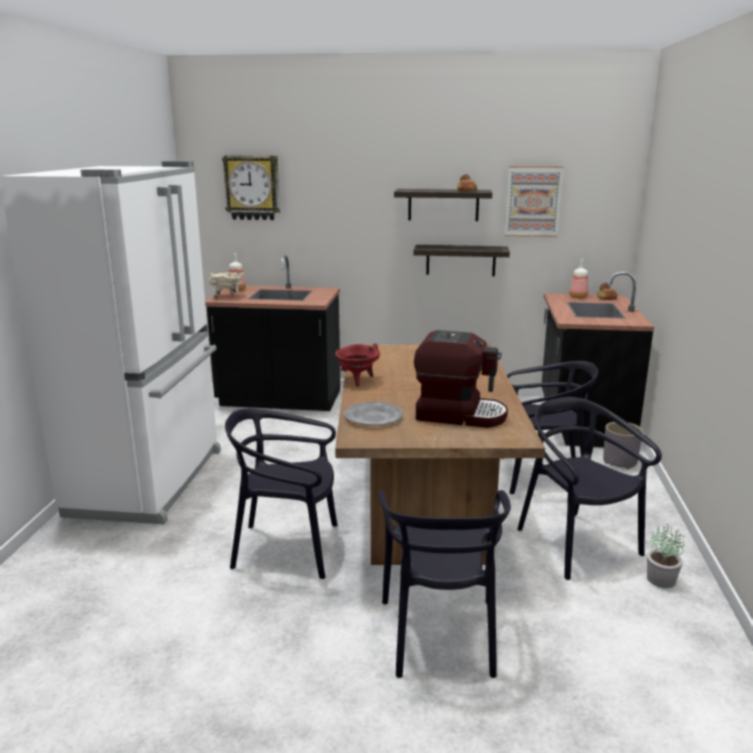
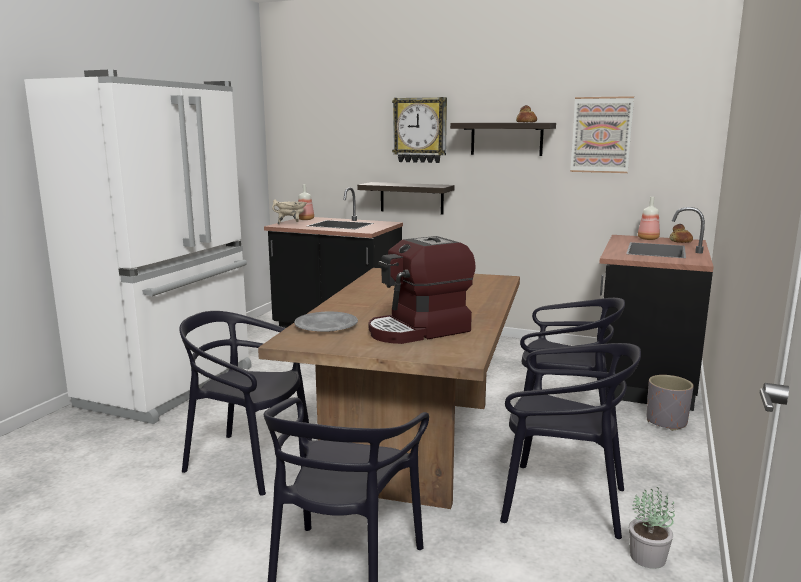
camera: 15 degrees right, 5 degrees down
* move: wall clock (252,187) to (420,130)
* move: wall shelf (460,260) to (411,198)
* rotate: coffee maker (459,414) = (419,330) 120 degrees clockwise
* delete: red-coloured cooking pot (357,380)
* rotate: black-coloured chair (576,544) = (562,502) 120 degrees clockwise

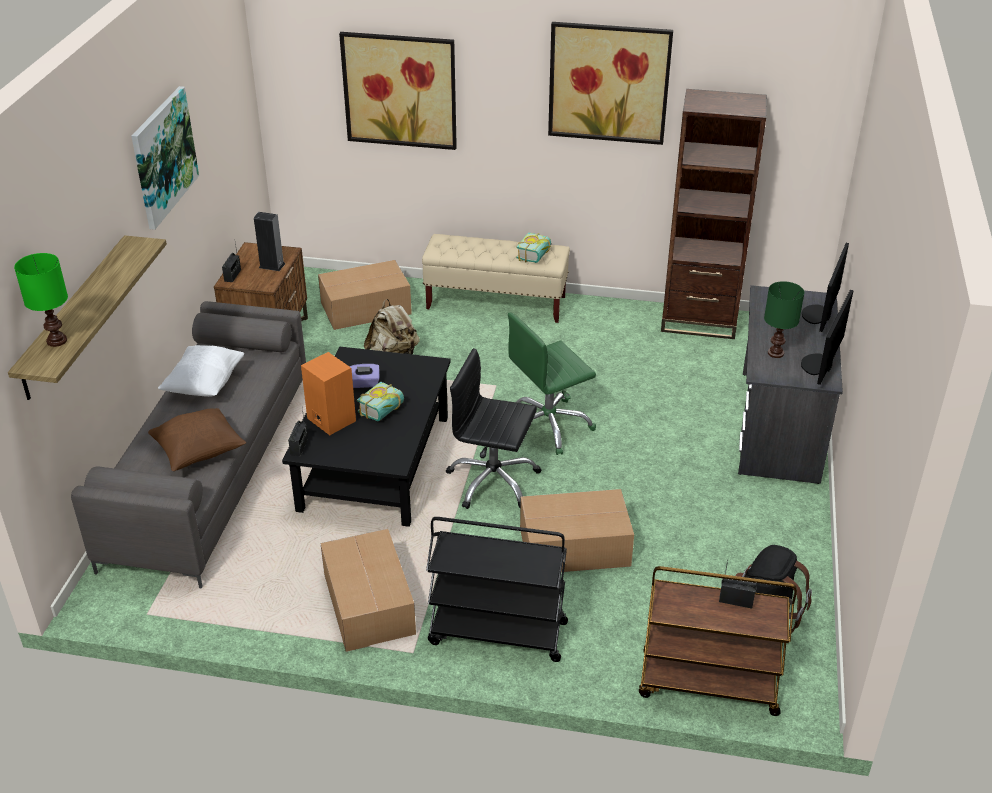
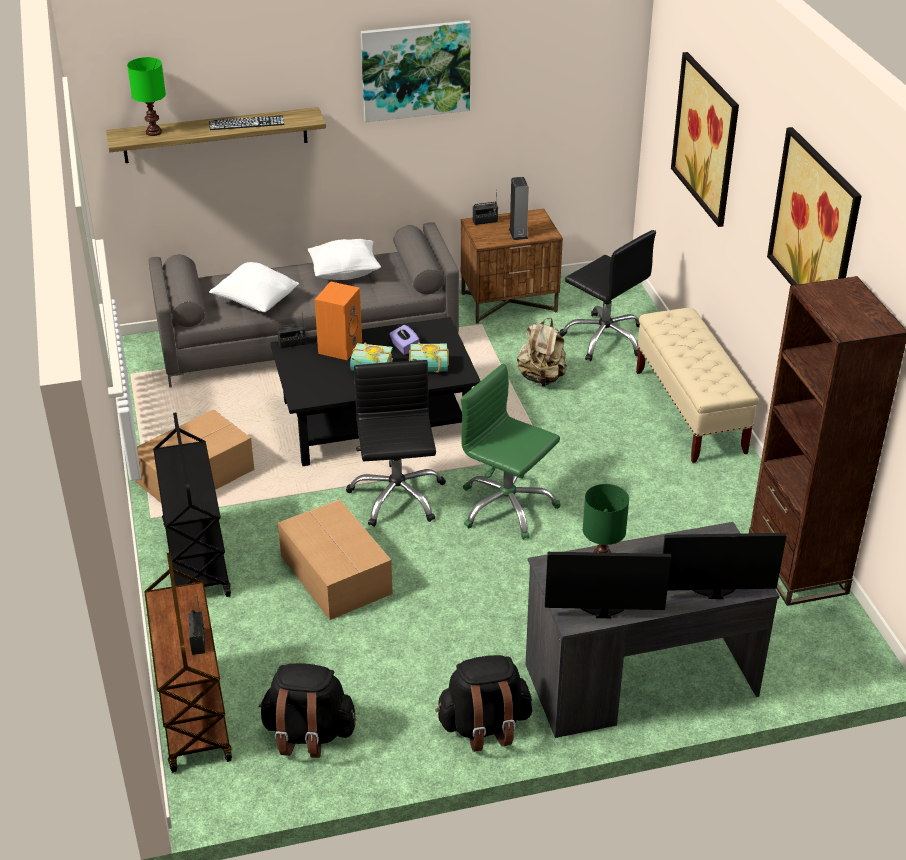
camera: 65 degrees right, 0 degrees up
* move: bound book (537,256) to (428,369)
* replace: cardboard box (367,308) to black-coloured desk chair (605,338)
* recolor: brown-coloured pillow (198,453) to white-coloured pillow (256,302)
* insert: computer keyboard (246,123)
* insert: black-coloured rucksack (484,726)

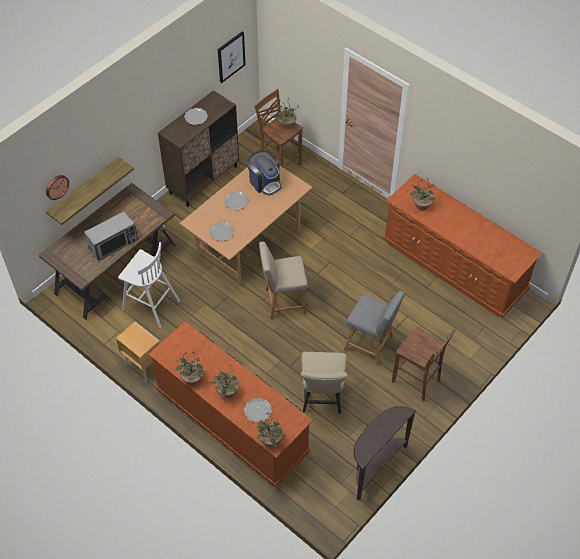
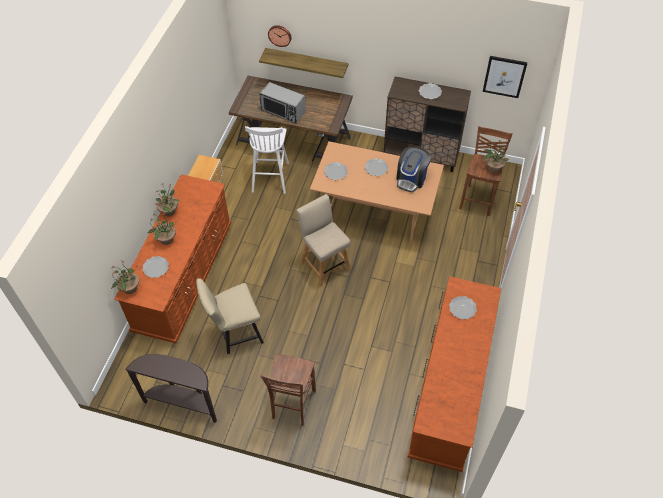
camera: 65 degrees right, 0 degrees up
* replace: potted plant (421,205) to dinner plate (462,308)
* delete: greyish chair (371,344)

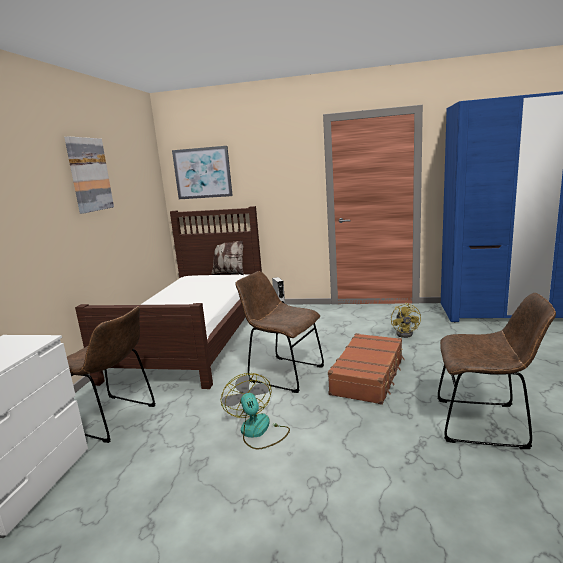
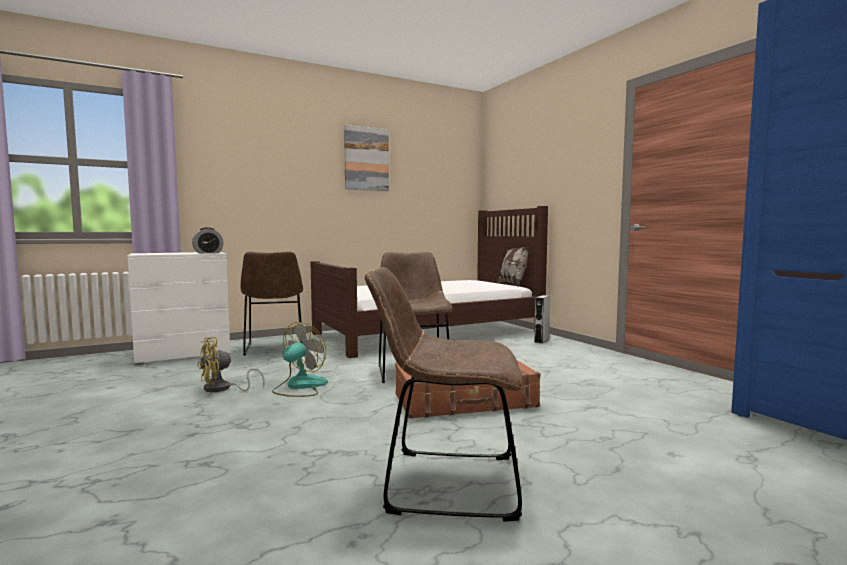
camera: 50 degrees right, 10 degrees down
* delete: wall picture (202,173)
* rotate: brown-coloured chair (486,423) = (444,483) 120 degrees clockwise
* move: yellow-coloured electric fan (406,333) to (222,389)
* insert: table clock (208,253)

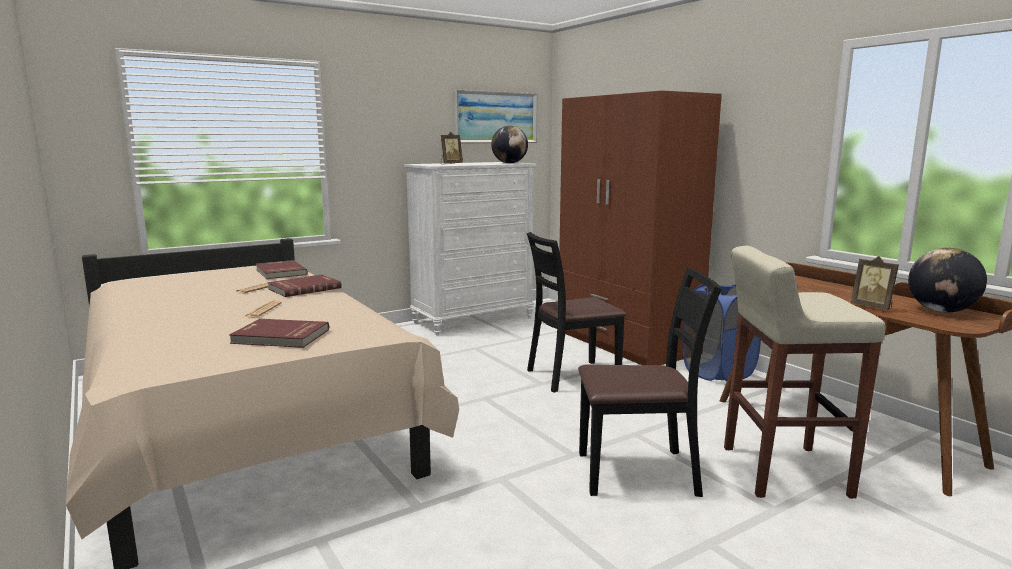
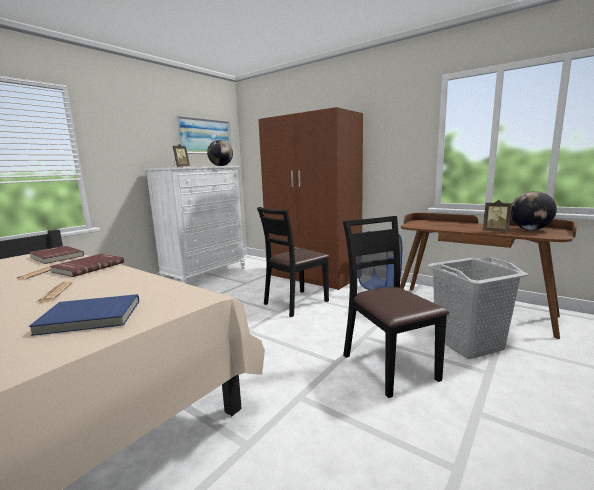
camera: 20 degrees left, 0 degrees up
* replace: sand-coloured stool seat (782,471) to greyish washing basket (467,343)
* rotate: black-coloured chair (639,473) = (389,366) 90 degrees counterclockwise
* recolor: red-coloured bound book (280,337) to blue-coloured bound book (90,317)

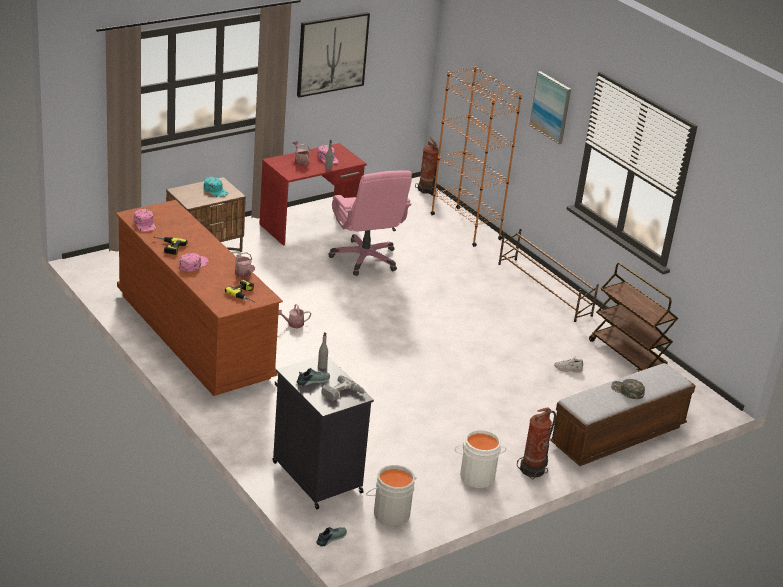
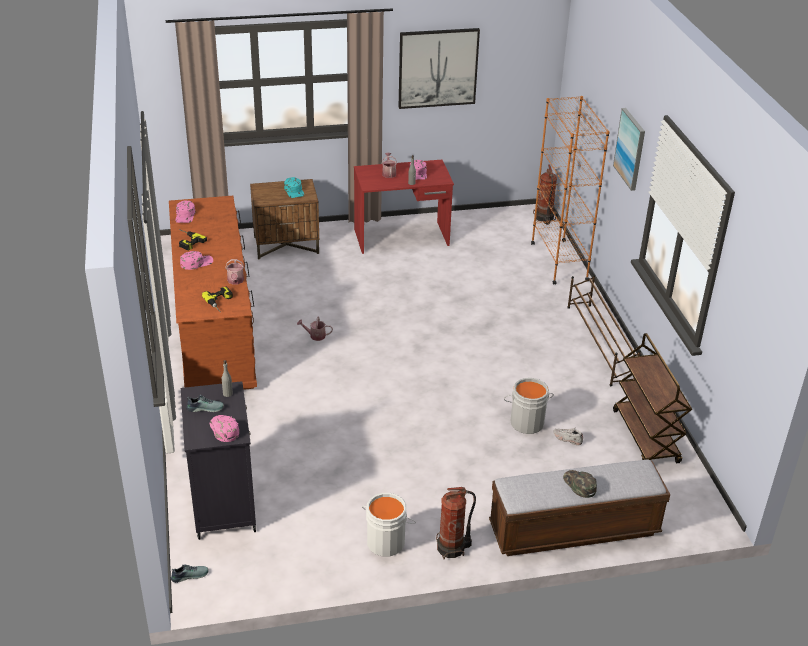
camera: 25 degrees right, 5 degrees up
* delete: pink desk chair (365,259)
* replace: power drill (343,394) to pink peaked cap (224,429)
* move: greyish water bucket (390,513) to (526,422)

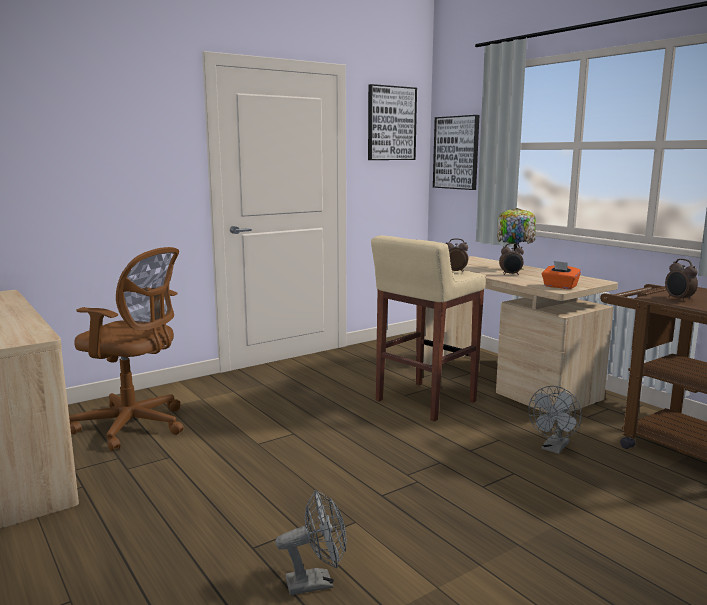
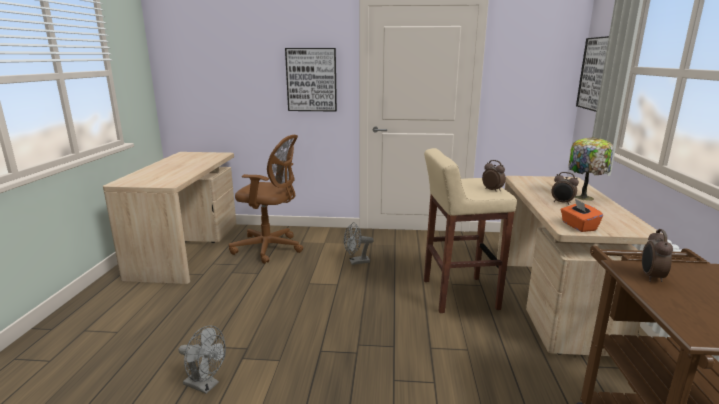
camera: 40 degrees right, 5 degrees up
* move: wall picture (391,123) to (311,80)
* rotate: brown-coloured desk chair (135,426) = (270,248) 45 degrees counterclockwise
* move: greyish electric fan (554,448) to (356,262)

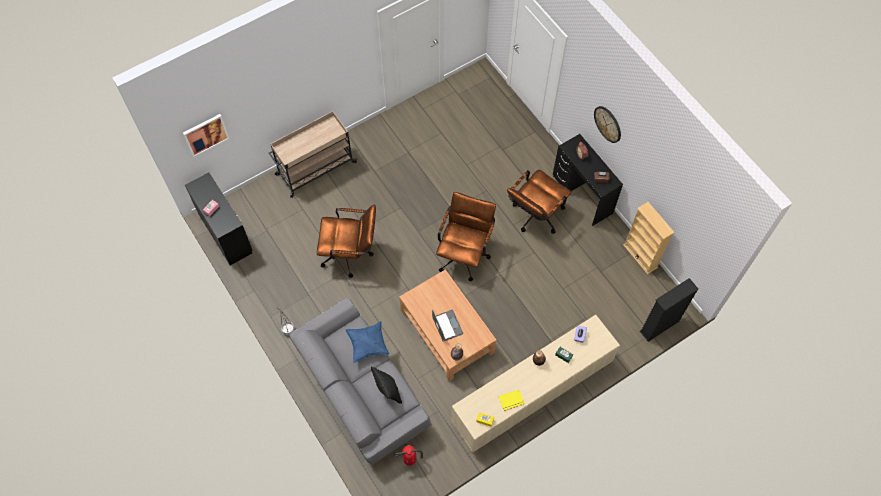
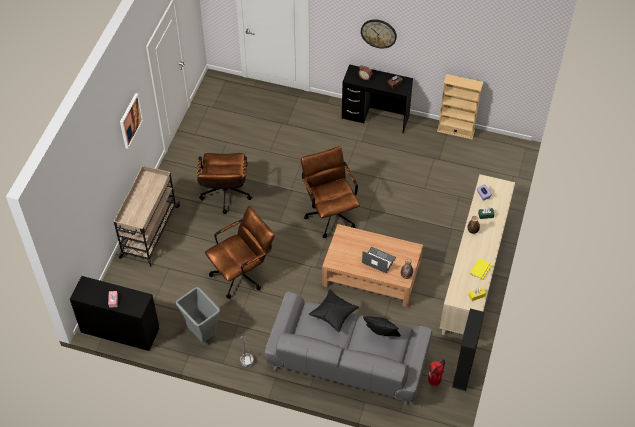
camera: 40 degrees left, 10 degrees down
* move: wall picture (205,134) to (130,120)
* move: brown-coloured desk chair (534,216) to (225,197)
* move: black-coloured bookcase (659,326) to (463,371)
* recolor: blue-coloured pillow (368,345) to black-coloured pillow (333,315)
* insert: greyish waste bin (201,334)

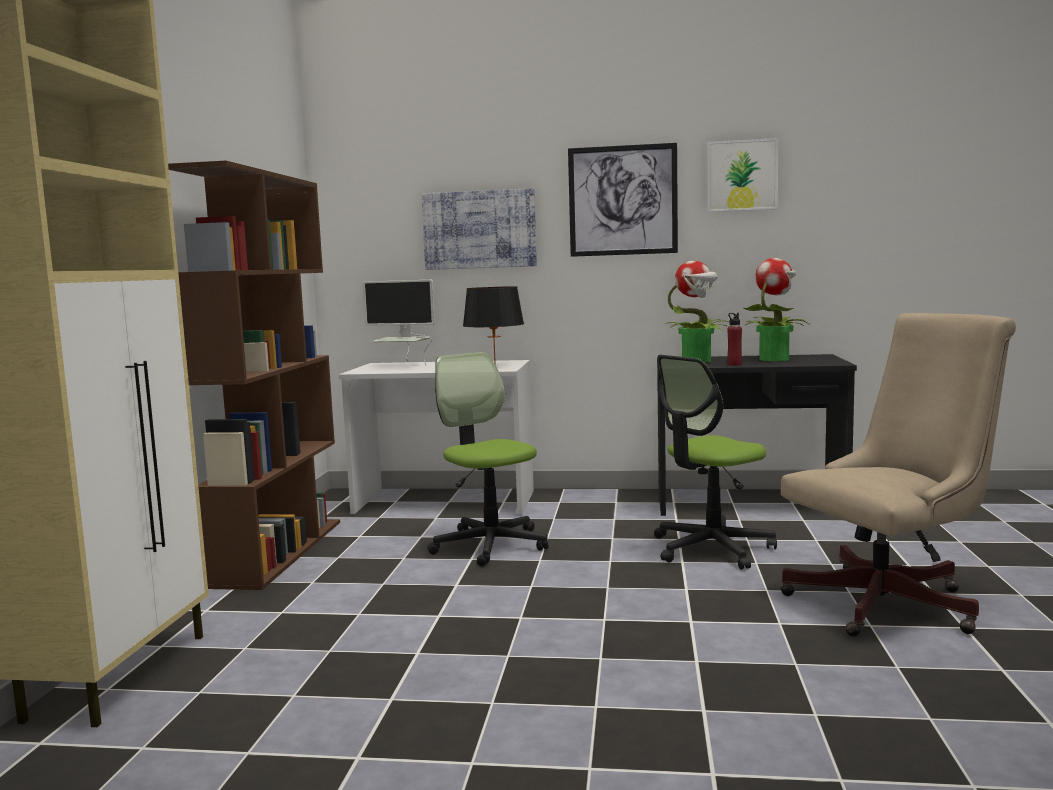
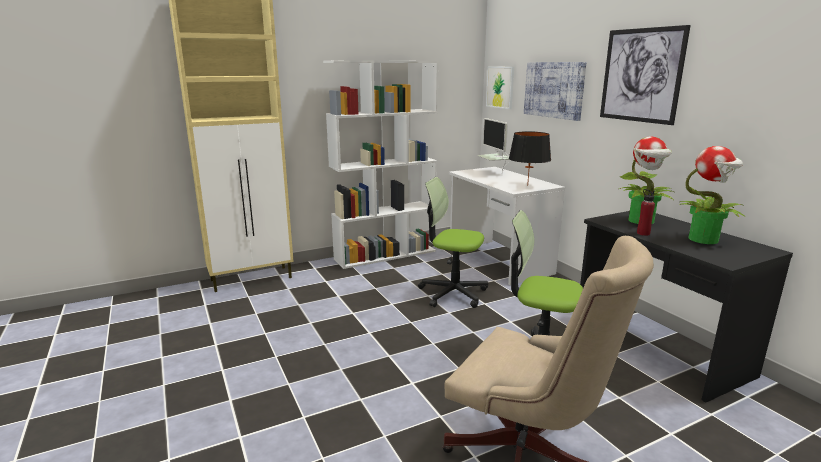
camera: 55 degrees right, 10 degrees up
* move: wall picture (742,175) to (500,87)
* recolor: brown-coloured bookcase (278,551) to white-coloured bookcase (385,255)
* rotate: desk chair (490,545) = (453,293) 90 degrees counterclockwise

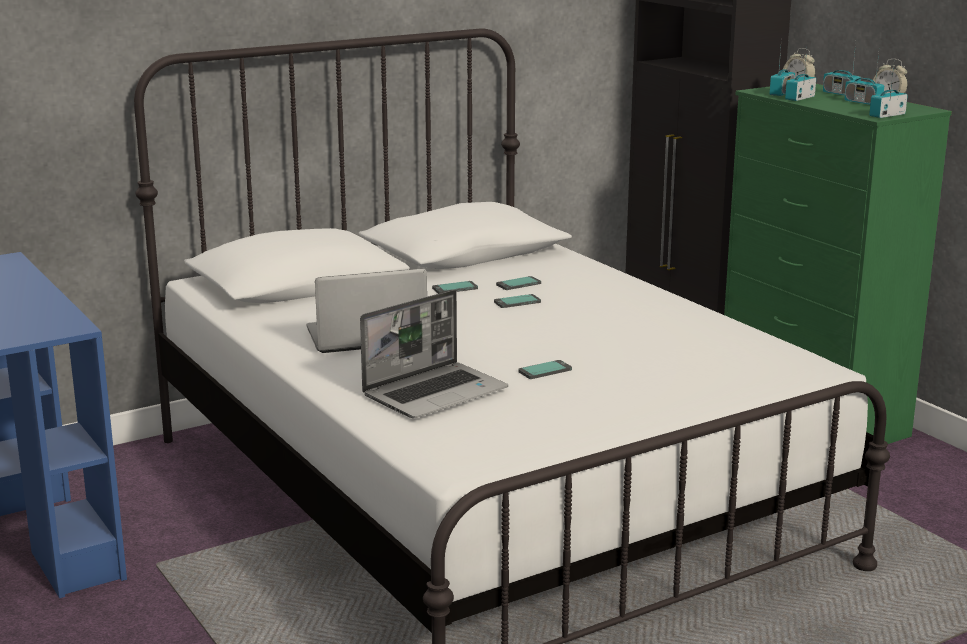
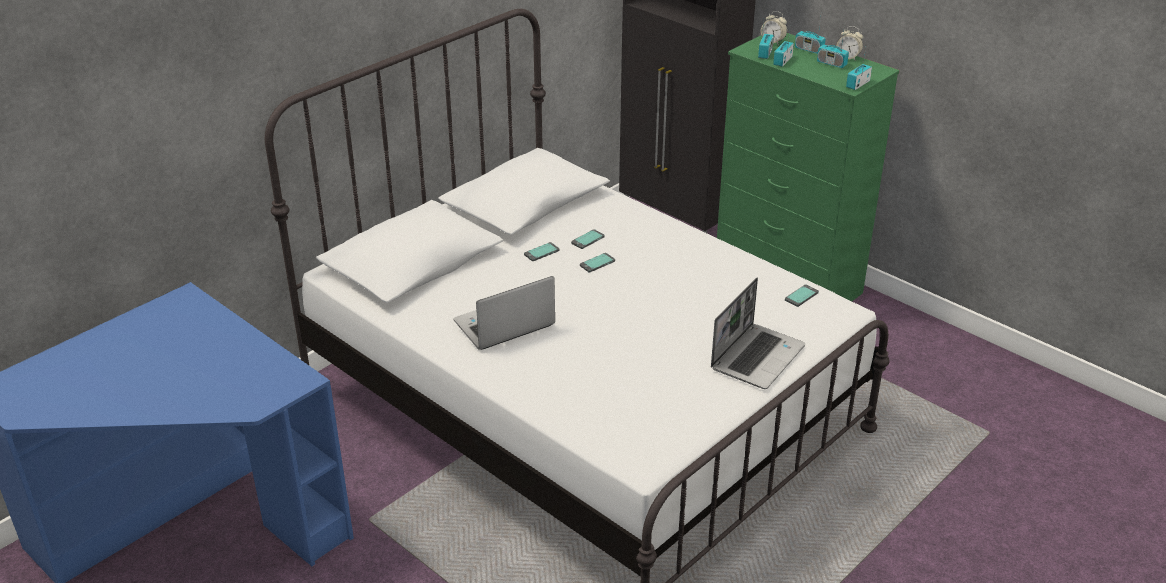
camera: 15 degrees left, 15 degrees up
* move: laptop (436,392) to (757,357)
* move: phone (545,371) to (801,296)

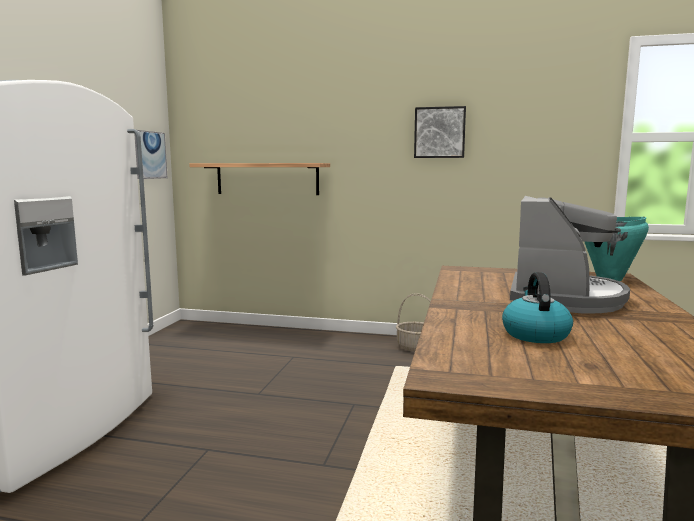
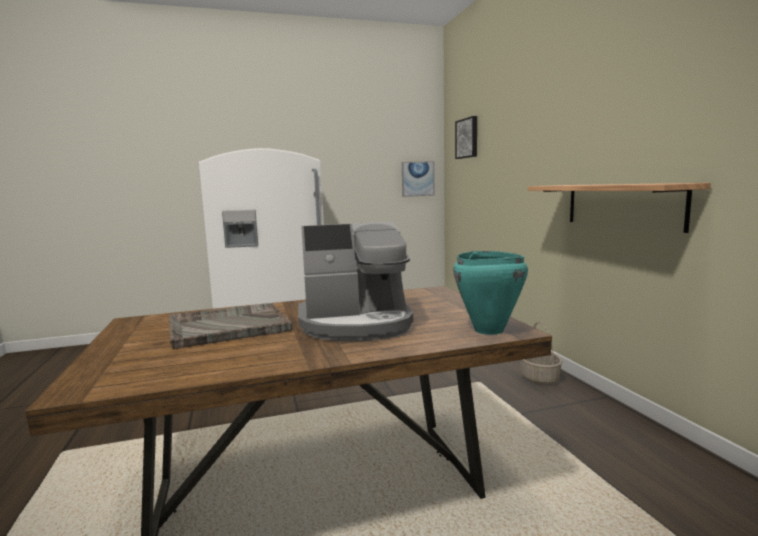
camera: 60 degrees right, 0 degrees up
* move: wall picture (439,132) to (467,138)
* move: wall shelf (267,179) to (622,205)
* replace: water kettle (535,334) to greyish carrying tray (227,327)

